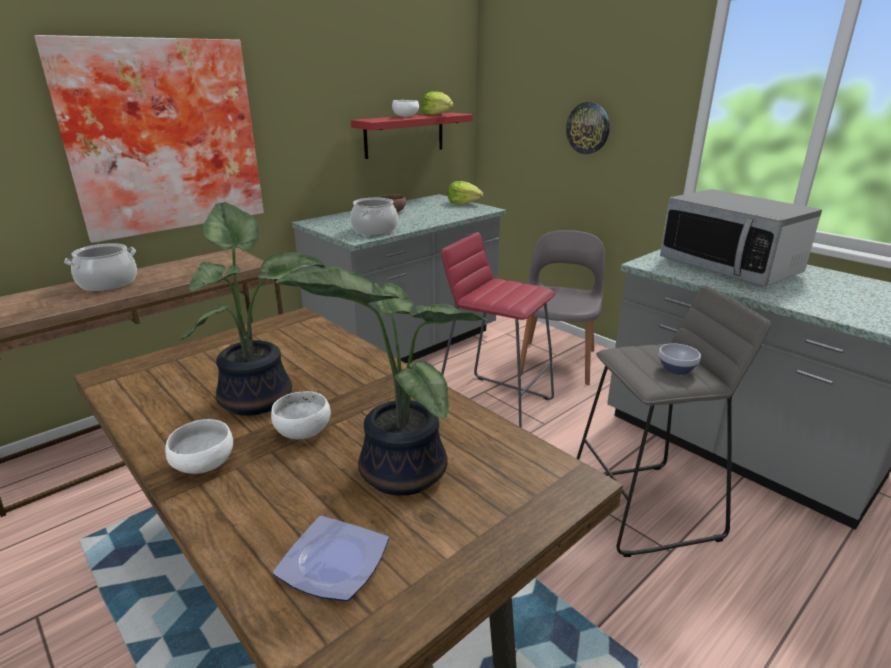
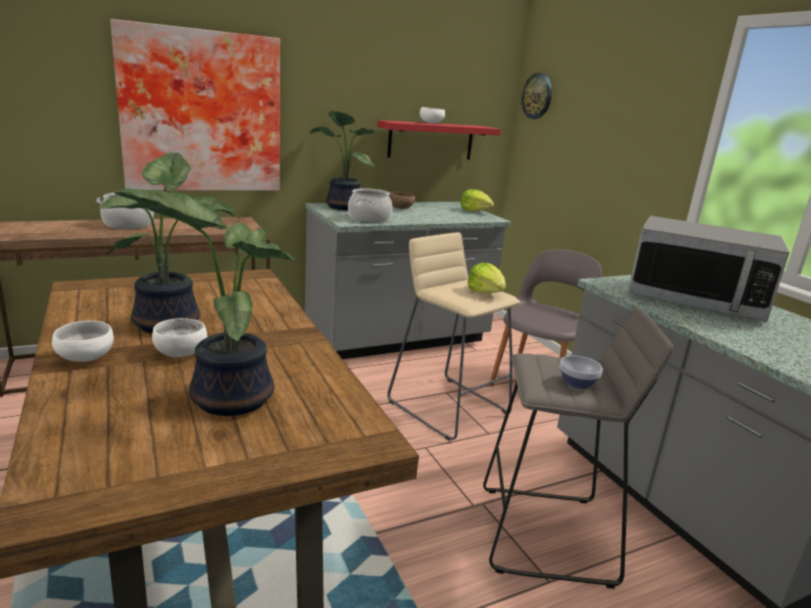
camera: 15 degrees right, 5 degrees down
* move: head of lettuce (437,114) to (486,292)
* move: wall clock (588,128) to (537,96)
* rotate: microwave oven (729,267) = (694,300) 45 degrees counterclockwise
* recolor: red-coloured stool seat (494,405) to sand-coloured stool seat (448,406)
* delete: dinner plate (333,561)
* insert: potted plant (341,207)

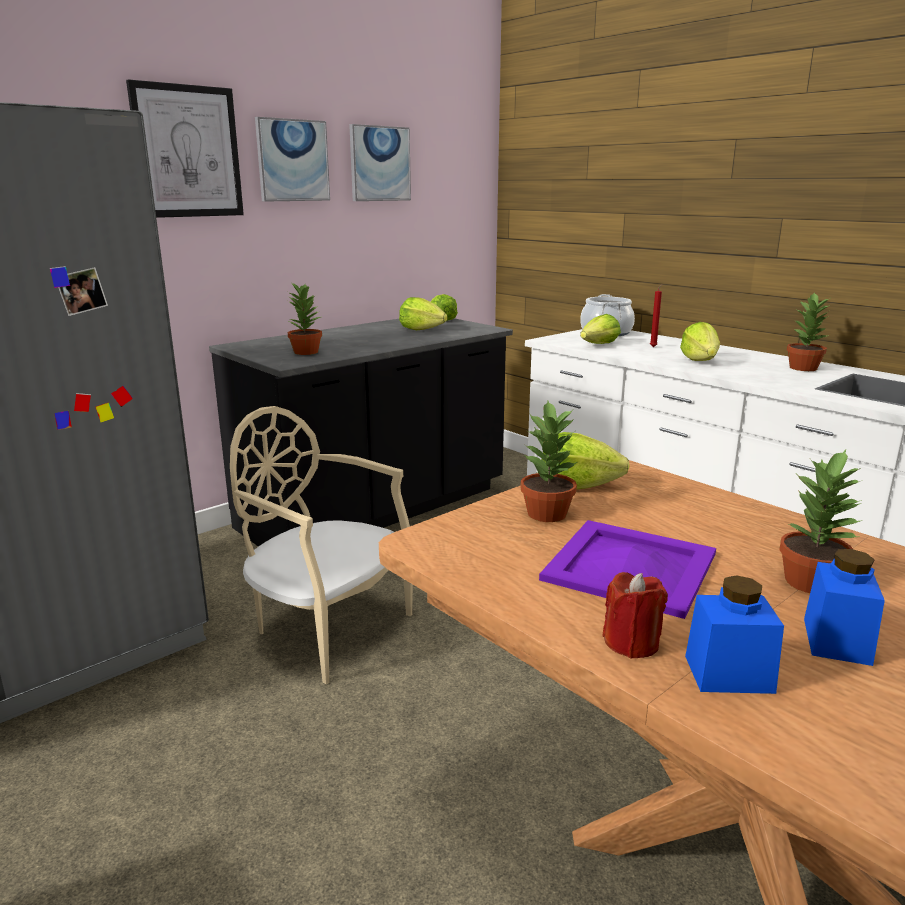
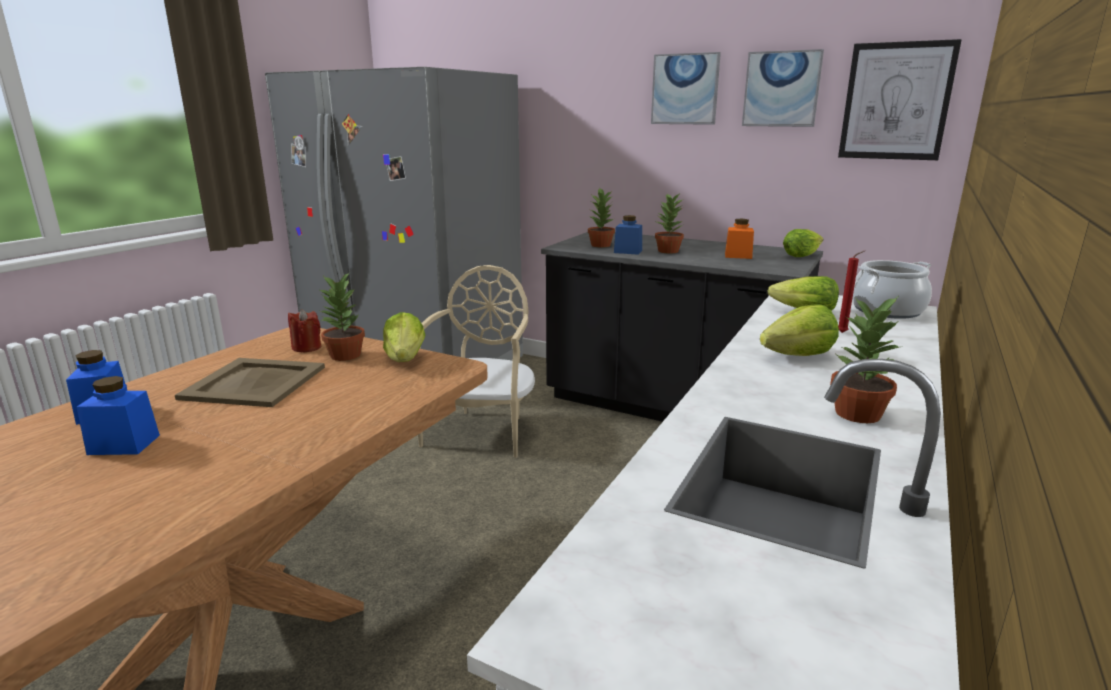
camera: 70 degrees right, 0 degrees up
* move: wall picture (187,152) to (896,101)
* replace: head of lettuce (421,329) to orangey preserve jar (738,256)
* move: potted plant (812,582) to (668,251)
* recolor: purplish carrying tray (629,566) to sand-coloured carrying tray (256,382)
* move: red-coloured wax light (631,643) to (306,347)
* insert: blue-coloured preserve jar (628,251)

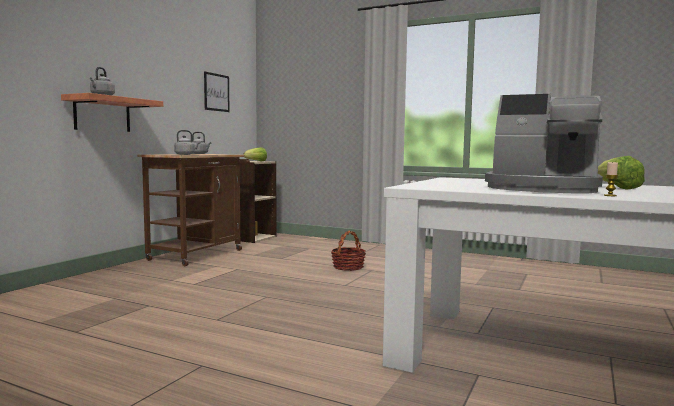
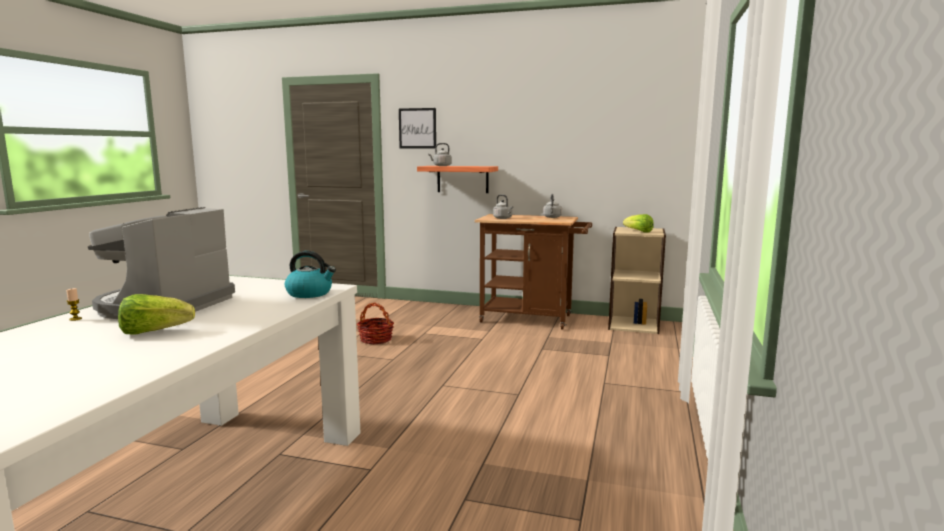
camera: 80 degrees right, 5 degrees up
* move: wall picture (216,92) to (417,128)
* move: household basket (348,267) to (375,339)
* insert: water kettle (310,293)

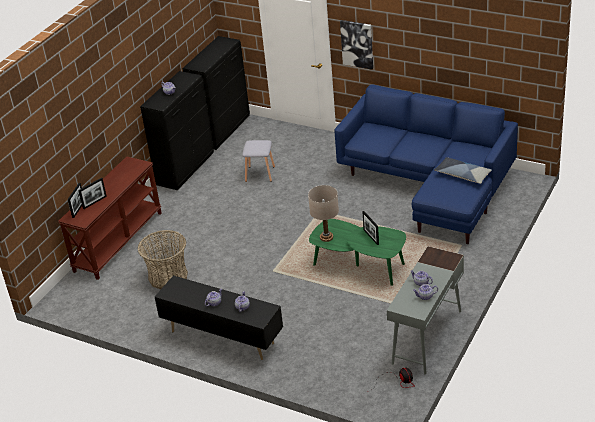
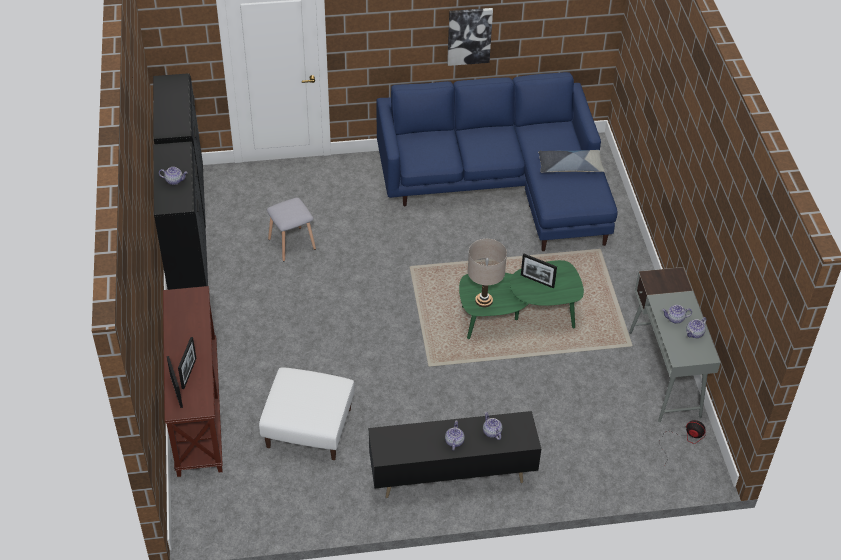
camera: 40 degrees left, 10 degrees up
* move: wall picture (357,44) to (469,36)
* replace: household basket (168,276) to white-coloured ottoman (309,427)

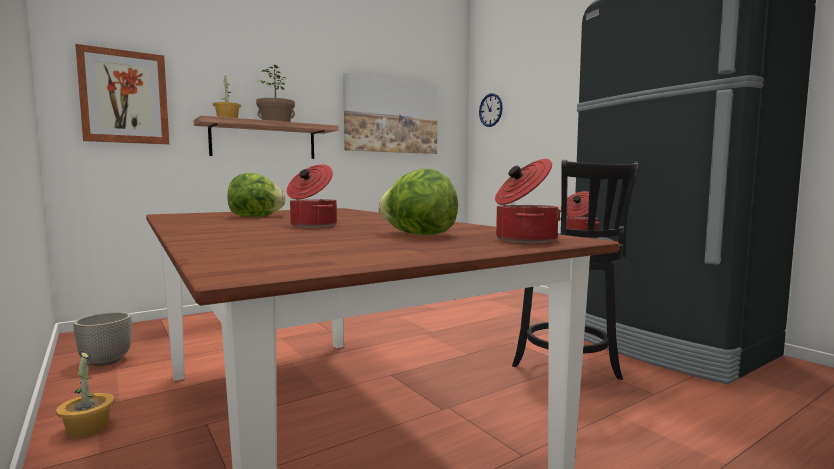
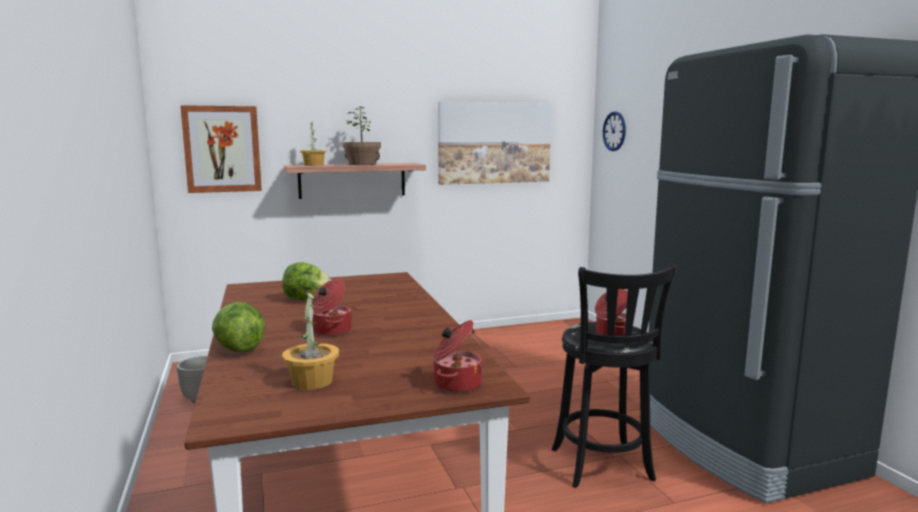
camera: 15 degrees right, 5 degrees up
* move: head of lettuce (418,234) to (238,349)
* move: potted plant (87,428) to (311,381)

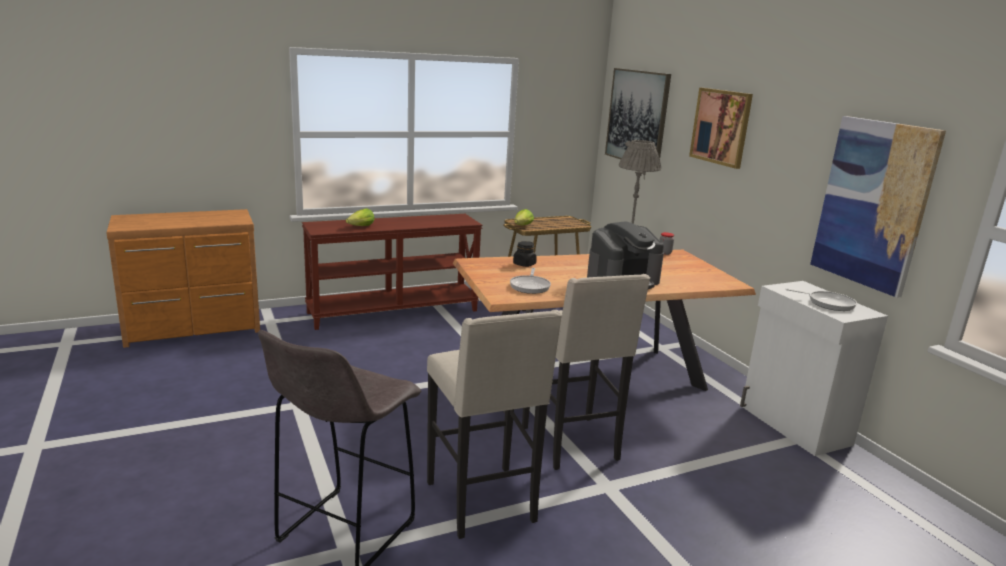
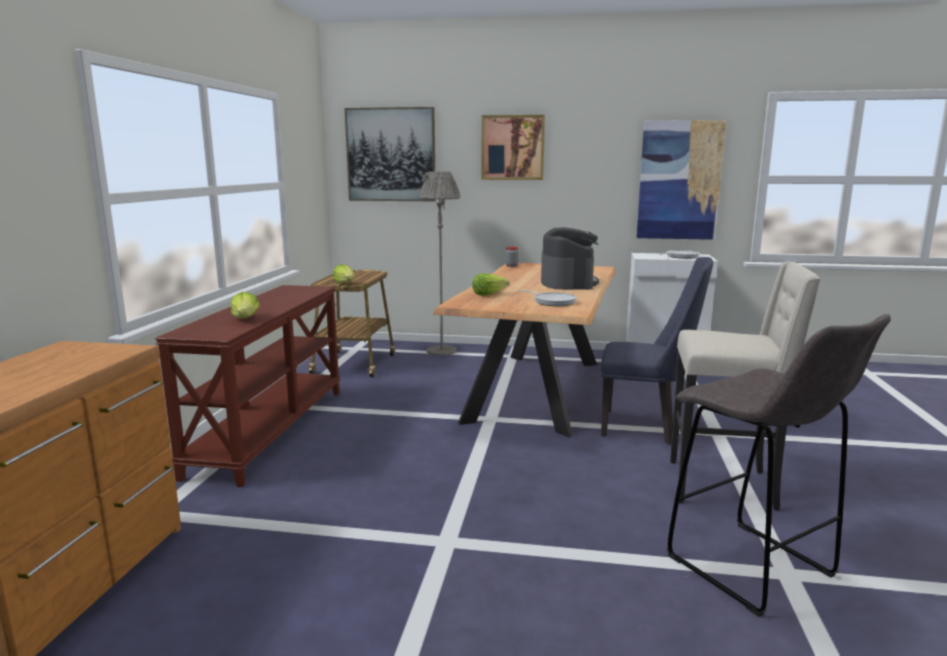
camera: 55 degrees left, 5 degrees down
* replace: black-coloured preserve jar (524,264) to head of lettuce (488,294)
* replace: sand-coloured stool seat (572,444) to blue-coloured chair (646,427)

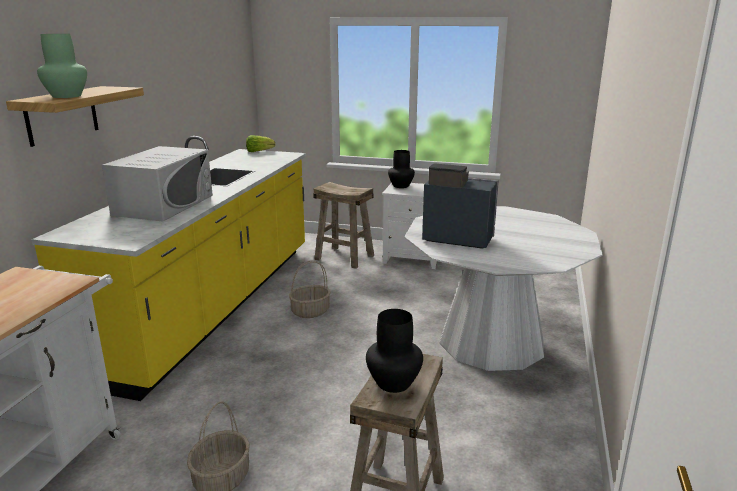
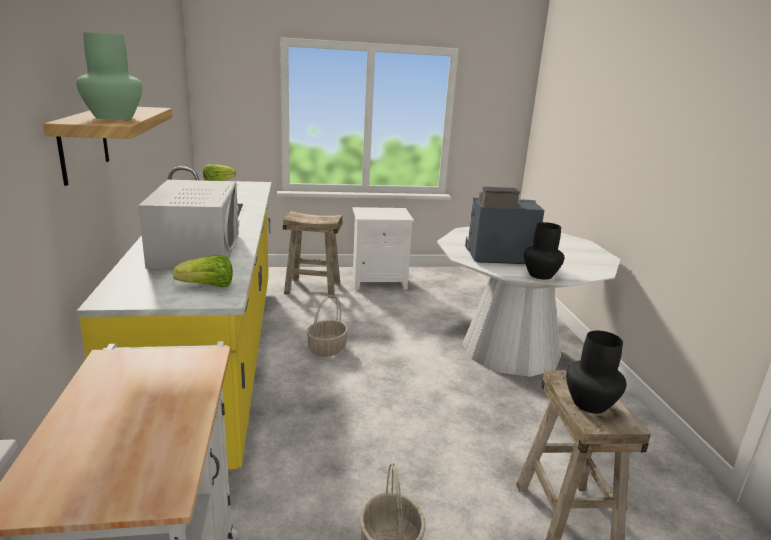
camera: 25 degrees left, 0 degrees up
* move: black-coloured flower vase (401,186) to (541,275)
* insert: head of lettuce (208,286)

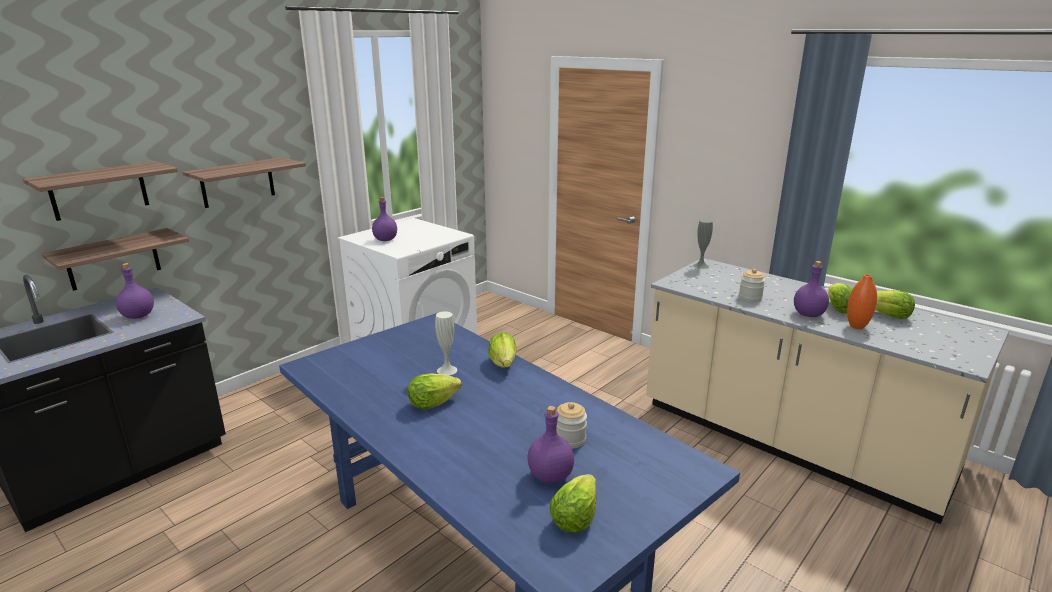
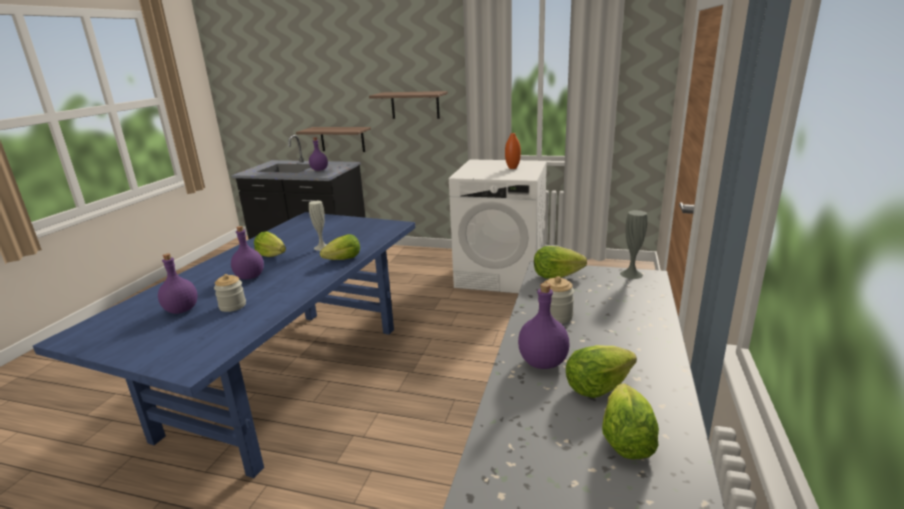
camera: 65 degrees right, 0 degrees up
* delete: wall shelf (99,191)
* move: purplish bottle (385,240) to (250,276)
* move: orangey flower vase (856,326) to (512,168)
* move: head of lettuce (574,518) to (556,276)

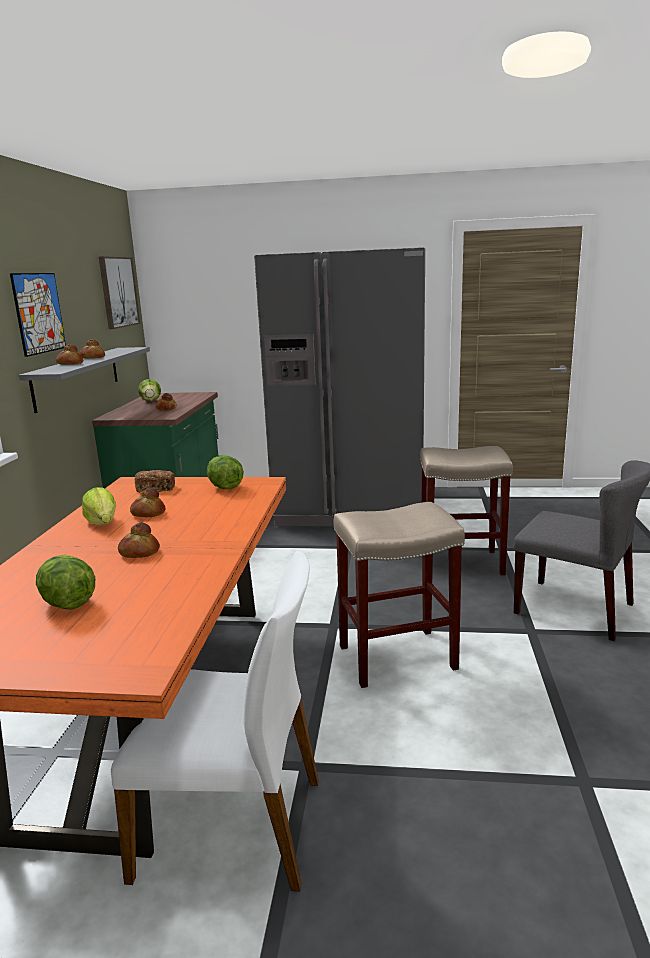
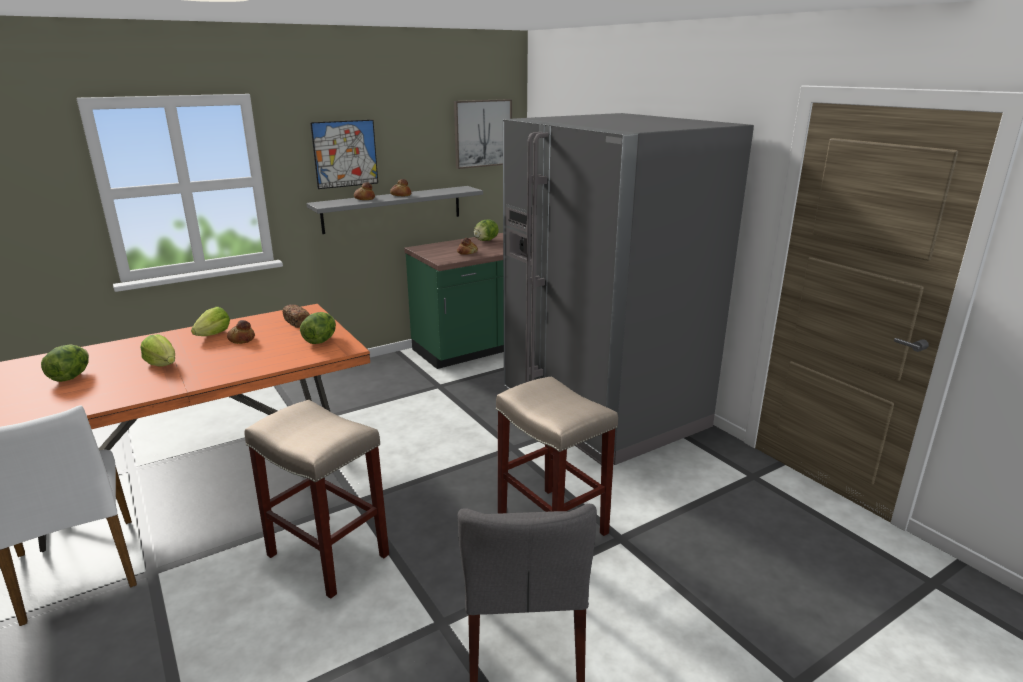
camera: 50 degrees right, 5 degrees up
* replace: baked bread (139,552) to head of lettuce (162,364)

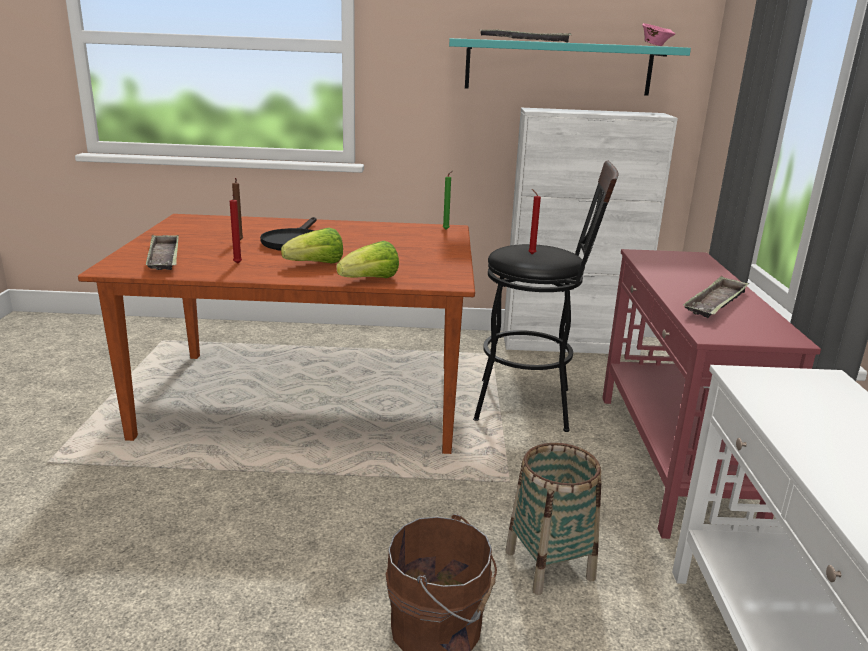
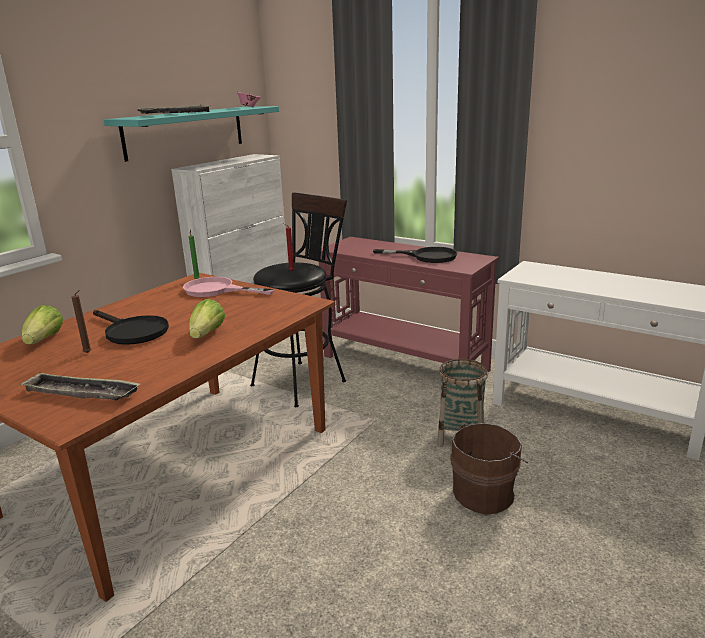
camera: 55 degrees left, 0 degrees up
* delete: red-coloured wax light (237,264)
* move: head of lettuce (371,280) to (44,340)
* replace: carrying tray (715,304) to black-coloured skillet (426,256)
* insert: pink skillet (217,290)

